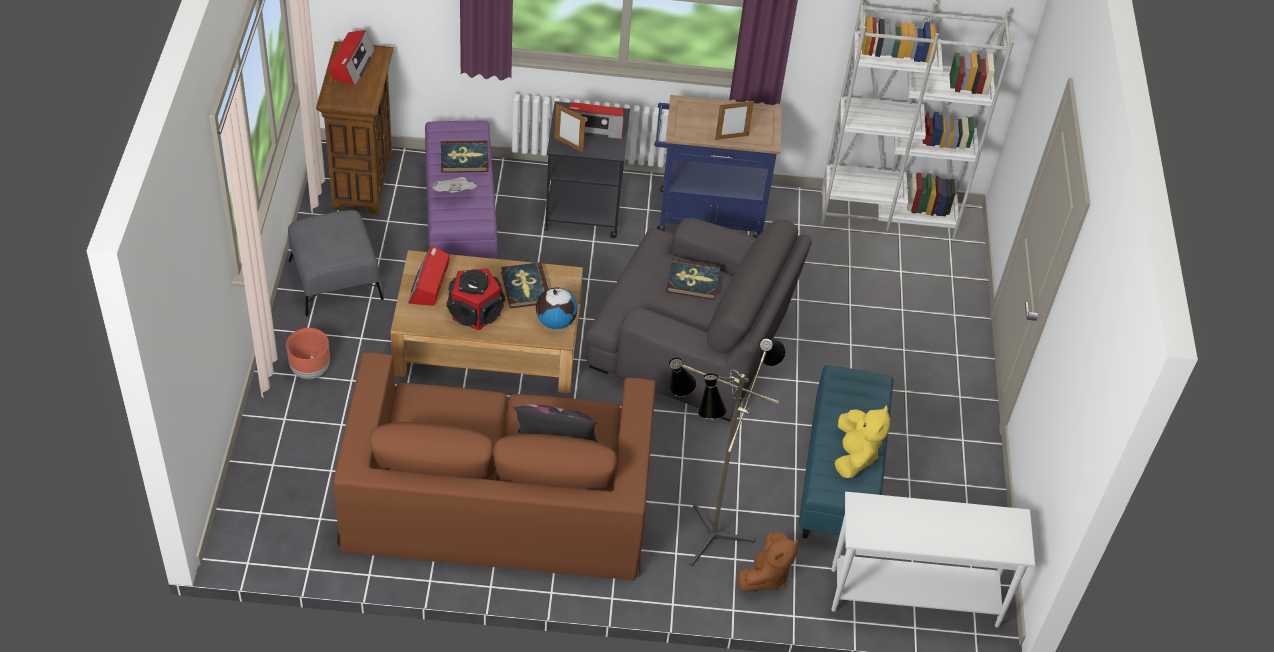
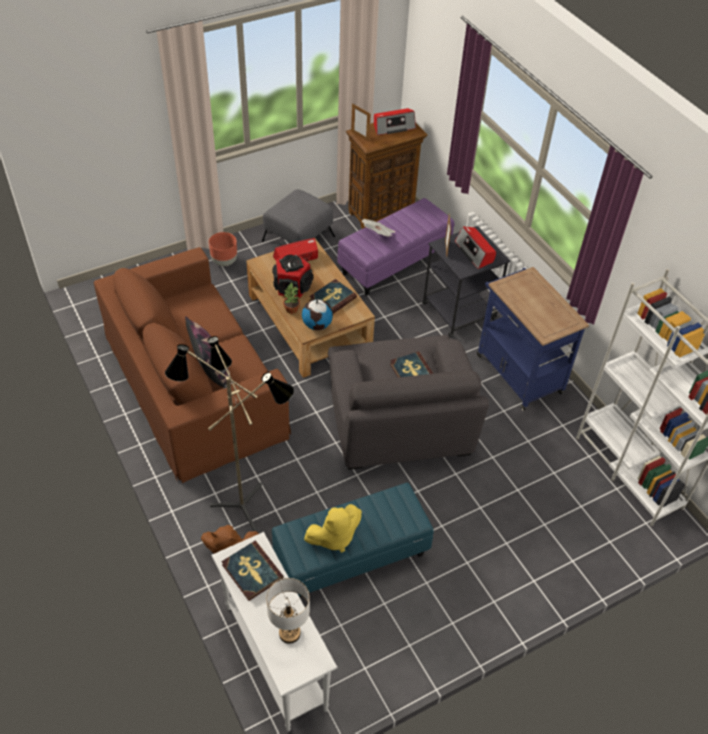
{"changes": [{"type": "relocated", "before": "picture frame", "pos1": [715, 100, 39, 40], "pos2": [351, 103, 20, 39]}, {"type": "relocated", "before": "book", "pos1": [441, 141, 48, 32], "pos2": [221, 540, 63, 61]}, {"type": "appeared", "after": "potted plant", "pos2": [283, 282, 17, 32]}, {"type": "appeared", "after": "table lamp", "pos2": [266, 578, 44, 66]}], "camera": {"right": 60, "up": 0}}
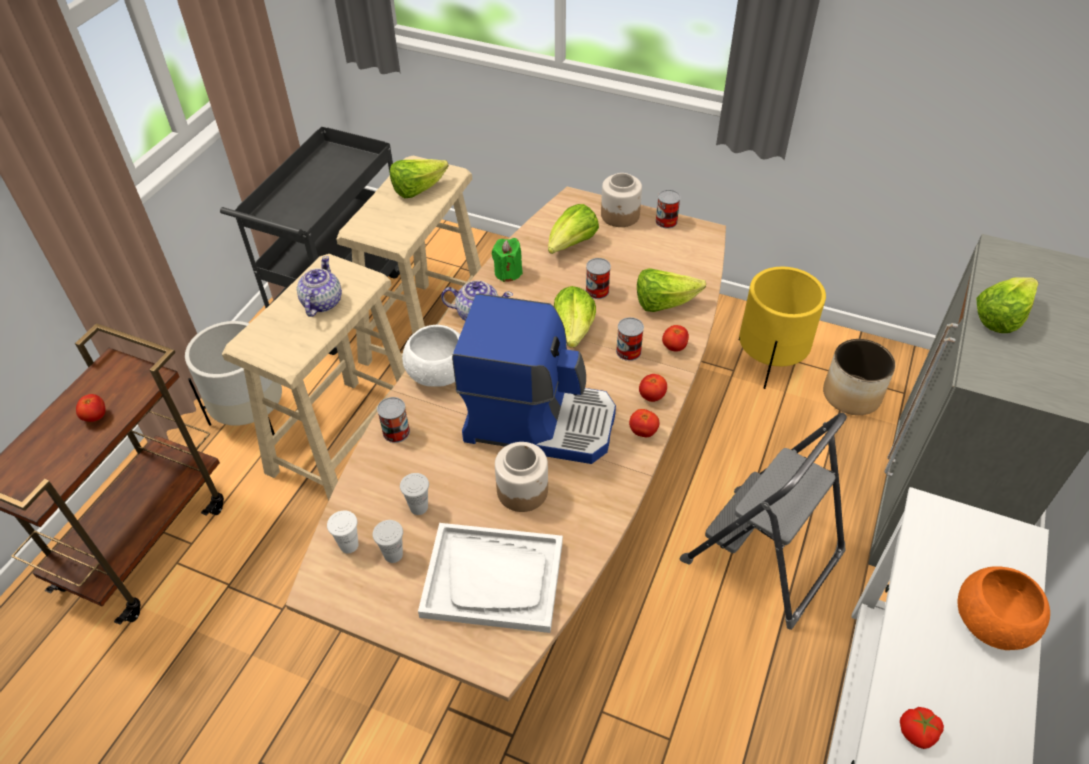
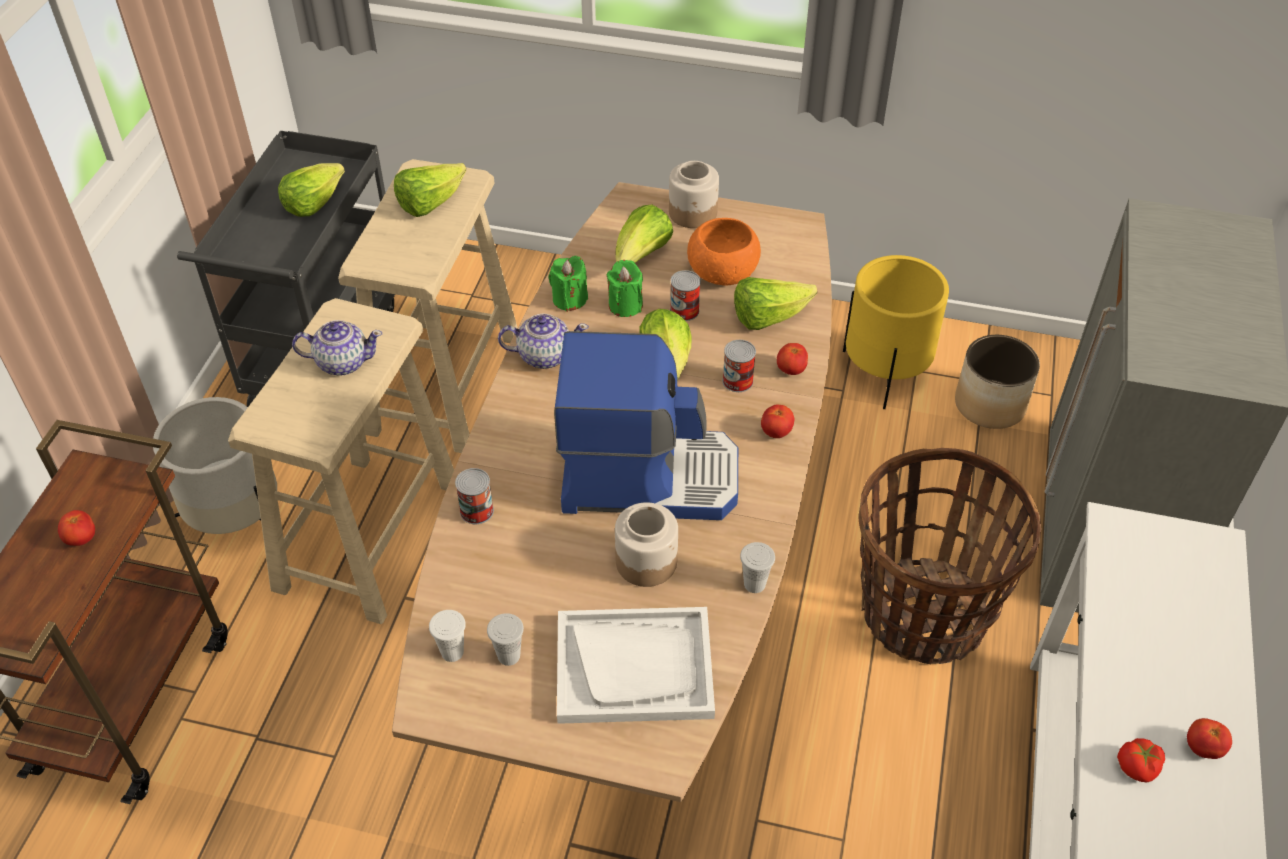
{"changes": [{"type": "missing", "before": "can", "pos1": [655, 190, 26, 38]}, {"type": "spun", "before": "teapot", "pos1": [297, 256, 45, 61], "pos2": [292, 320, 90, 56], "turn": 90}, {"type": "relocated", "before": "lettuce", "pos1": [976, 277, 63, 56], "pos2": [278, 163, 67, 54]}, {"type": "missing", "before": "white bowl", "pos1": [402, 325, 58, 62]}, {"type": "relocated", "before": "tomato", "pos1": [629, 409, 31, 29], "pos2": [1187, 718, 45, 41]}, {"type": "exchanged", "before": "grey step ladder", "after": "basket", "pos1": [680, 413, 167, 217], "pos2": [858, 448, 183, 216]}, {"type": "relocated", "before": "white cup", "pos1": [400, 473, 29, 42], "pos2": [740, 542, 35, 51]}, {"type": "relocated", "before": "orange bowl", "pos1": [958, 566, 92, 84], "pos2": [687, 218, 74, 68]}, {"type": "appeared", "after": "green candle", "pos2": [607, 260, 36, 57]}], "camera": {"right": -10, "up": 0}}
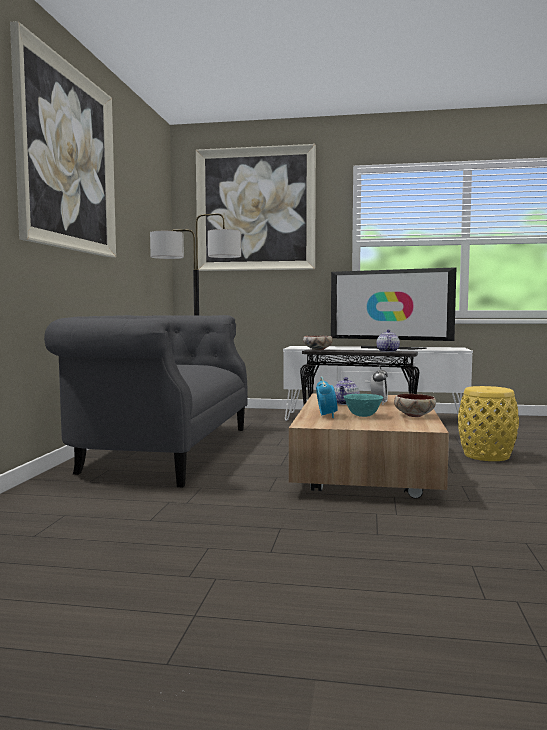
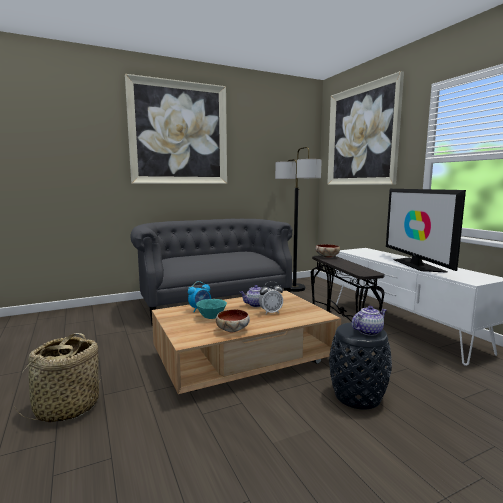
{"changes": [{"type": "relocated", "before": "teapot", "pos1": [377, 329, 23, 23], "pos2": [352, 306, 35, 30]}, {"type": "colour", "before": "yellow stool", "after": "black stool", "pos1": [458, 386, 61, 75], "pos2": [329, 322, 63, 88]}, {"type": "appeared", "after": "basket", "pos2": [12, 333, 89, 89]}], "camera": {"right": 55, "up": 5}}
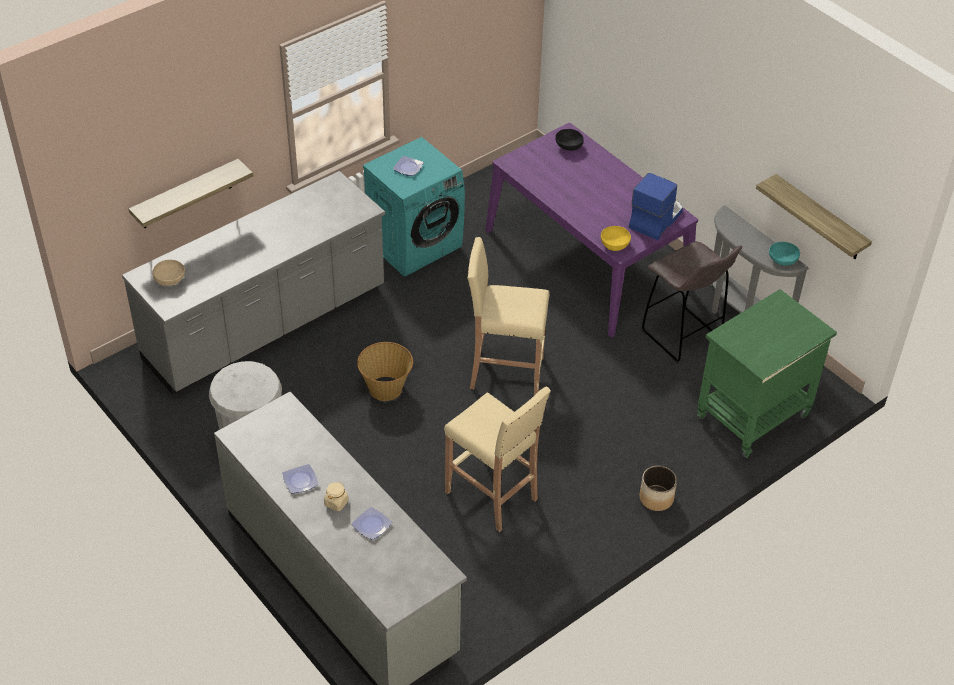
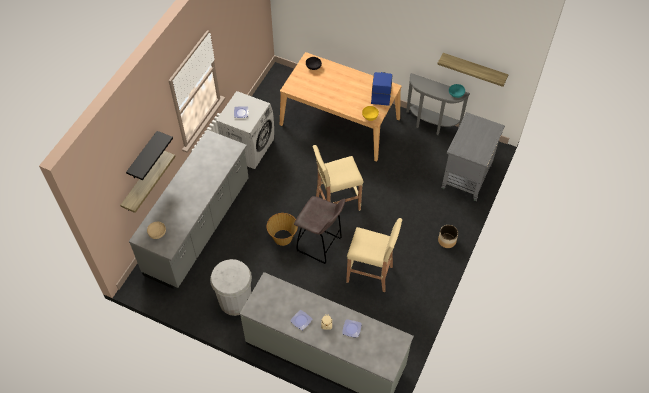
{"changes": [{"type": "colour", "before": "purple dining table", "after": "beige dining table", "pos1": [485, 123, 213, 214], "pos2": [280, 52, 121, 110]}, {"type": "colour", "before": "turquoise washing machine", "after": "white washing machine", "pos1": [363, 137, 102, 139], "pos2": [216, 91, 58, 78]}, {"type": "relocated", "before": "grey stool", "pos1": [642, 242, 100, 121], "pos2": [294, 196, 52, 68]}, {"type": "colour", "before": "green cart", "after": "grey cart", "pos1": [697, 289, 140, 169], "pos2": [441, 112, 64, 89]}, {"type": "appeared", "after": "black shelf", "pos2": [126, 131, 47, 49]}], "camera": {"right": -25, "up": 10}}
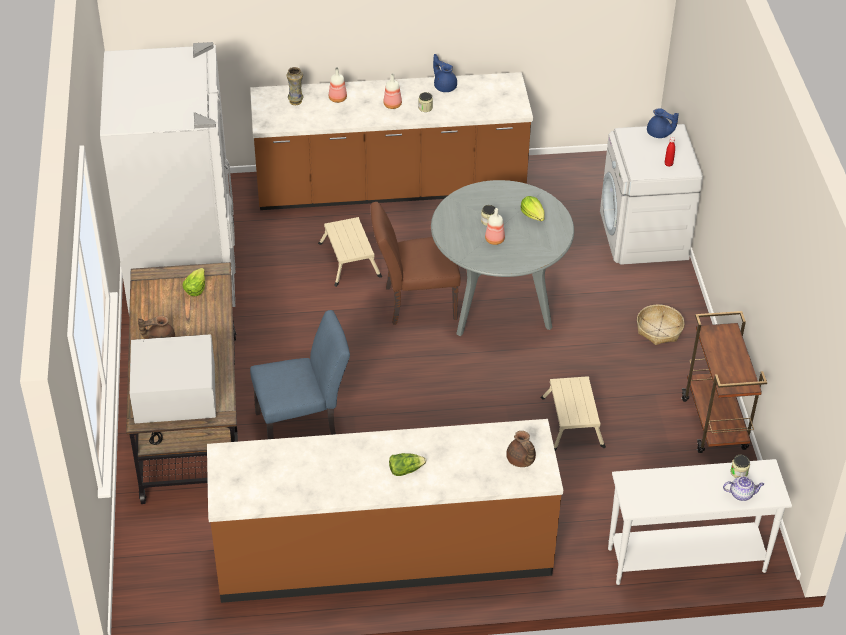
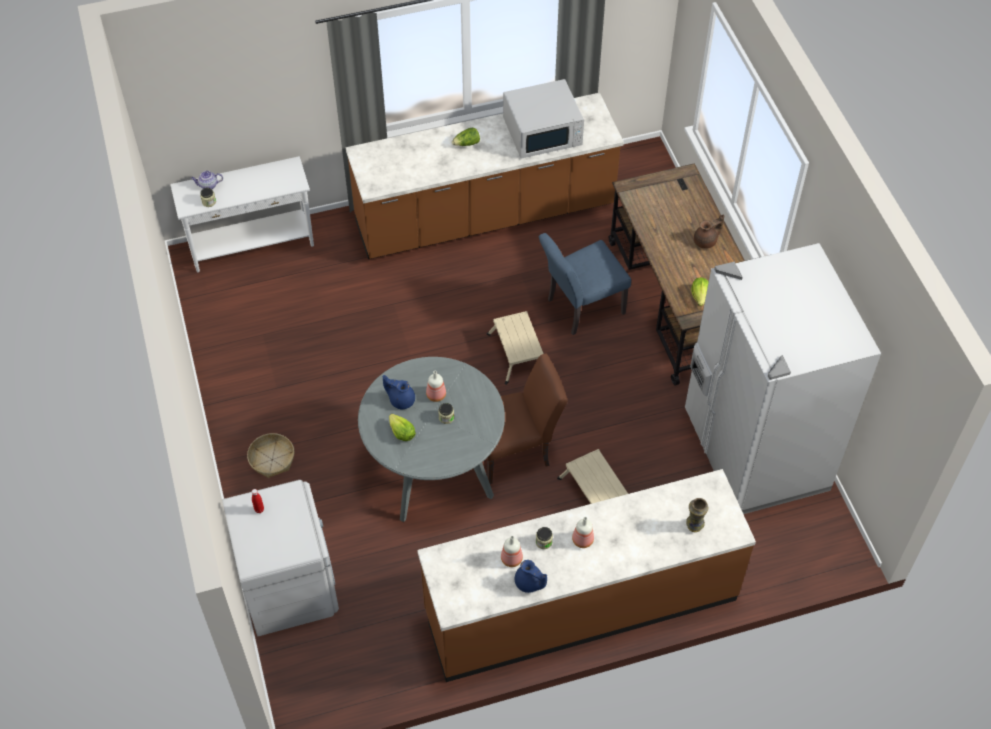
{"changes": [{"type": "relocated", "before": "bottle", "pos1": [329, 67, 18, 36], "pos2": [501, 536, 22, 31]}, {"type": "relocated", "before": "blue teapot", "pos1": [647, 108, 32, 30], "pos2": [383, 375, 32, 34]}, {"type": "missing", "before": "brown cart", "pos1": [681, 311, 86, 142]}, {"type": "relocated", "before": "white microwave", "pos1": [130, 334, 86, 89], "pos2": [503, 79, 81, 80]}, {"type": "relocated", "before": "beige step ladder", "pos1": [541, 376, 65, 75], "pos2": [486, 311, 58, 74]}, {"type": "missing", "before": "brown teapot", "pos1": [506, 431, 30, 36]}], "camera": {"right": 170, "up": 10}}
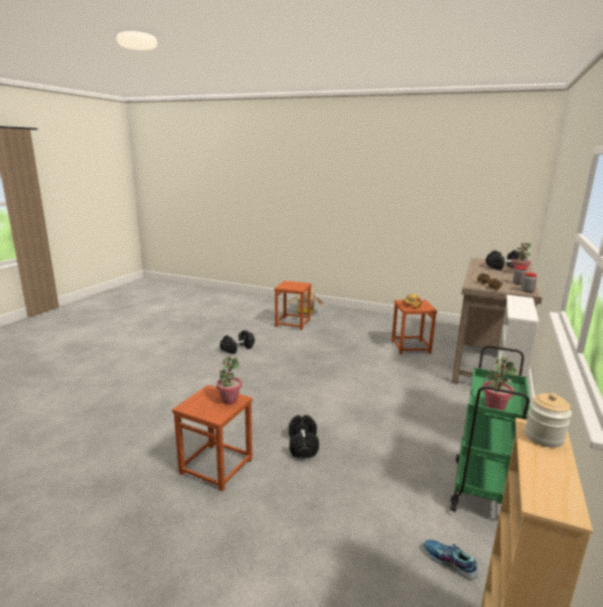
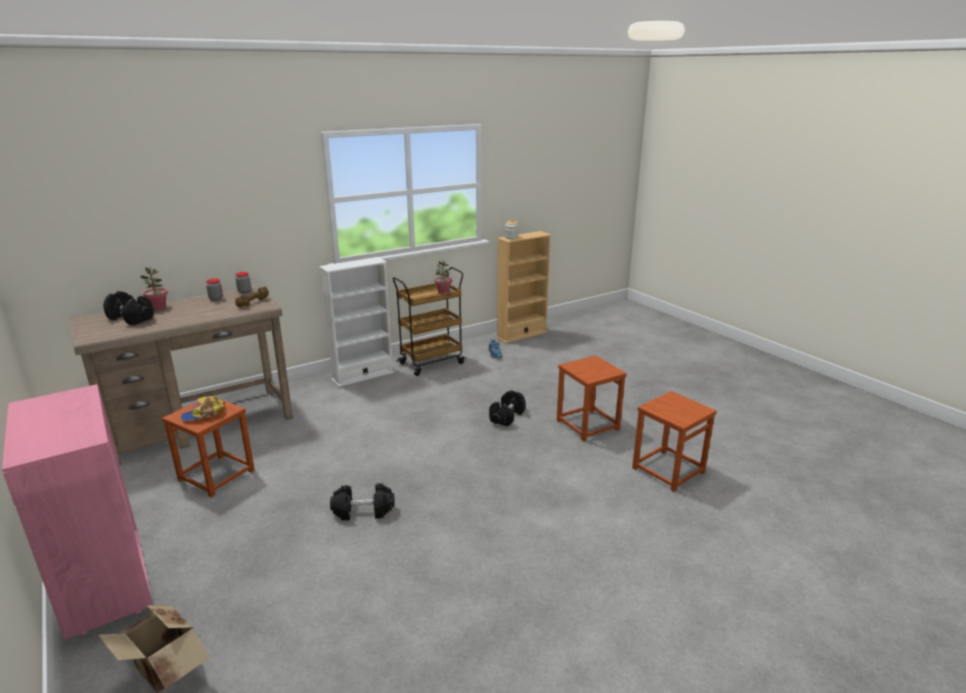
{"changes": [{"type": "relocated", "before": "brown stool", "pos1": [274, 281, 38, 49], "pos2": [632, 391, 85, 101]}, {"type": "relocated", "before": "black dumbbell", "pos1": [220, 330, 35, 24], "pos2": [330, 483, 65, 37]}, {"type": "colour", "before": "green cart", "after": "brown cart", "pos1": [450, 346, 81, 166], "pos2": [393, 267, 73, 109]}, {"type": "missing", "before": "potted plant", "pos1": [216, 356, 26, 48]}, {"type": "appeared", "after": "pink cabinet", "pos2": [2, 384, 151, 256]}], "camera": {"right": -145, "up": 5}}
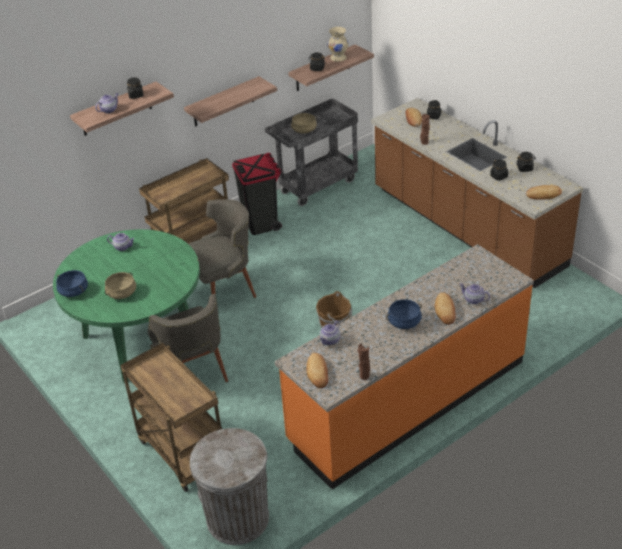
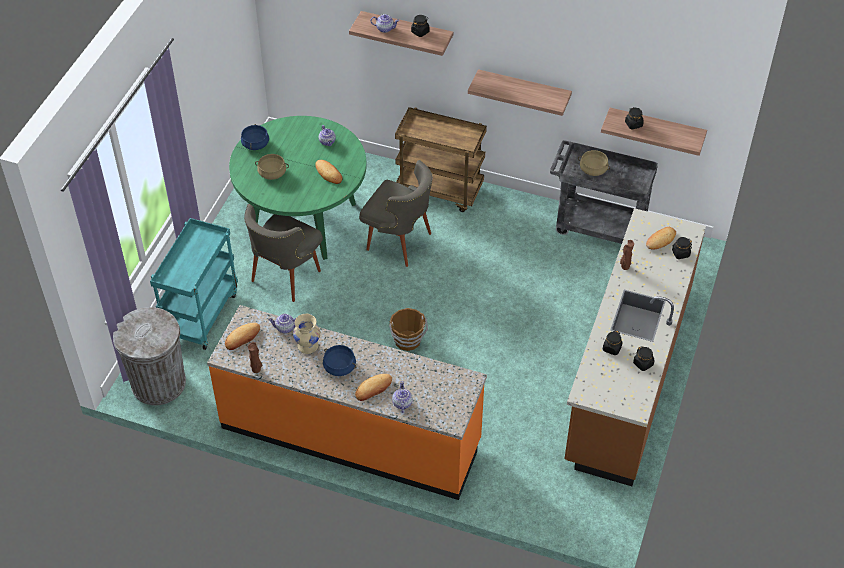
{"changes": [{"type": "relocated", "before": "beige vase", "pos1": [327, 27, 22, 35], "pos2": [293, 314, 27, 40]}, {"type": "missing", "before": "black trash can", "pos1": [232, 153, 50, 82]}, {"type": "relocated", "before": "bread", "pos1": [526, 185, 36, 15], "pos2": [315, 160, 27, 24]}, {"type": "colour", "before": "brown cart", "after": "turquoise cart", "pos1": [120, 343, 102, 149], "pos2": [150, 218, 88, 132]}], "camera": {"right": 55, "up": 10}}
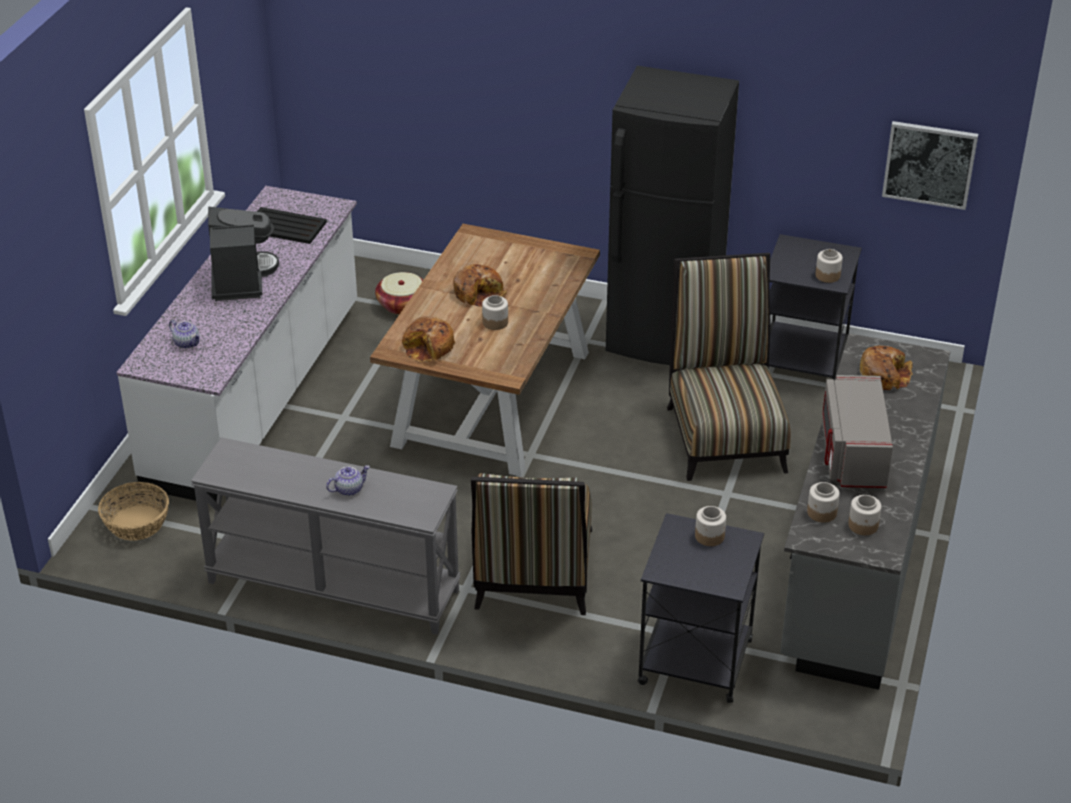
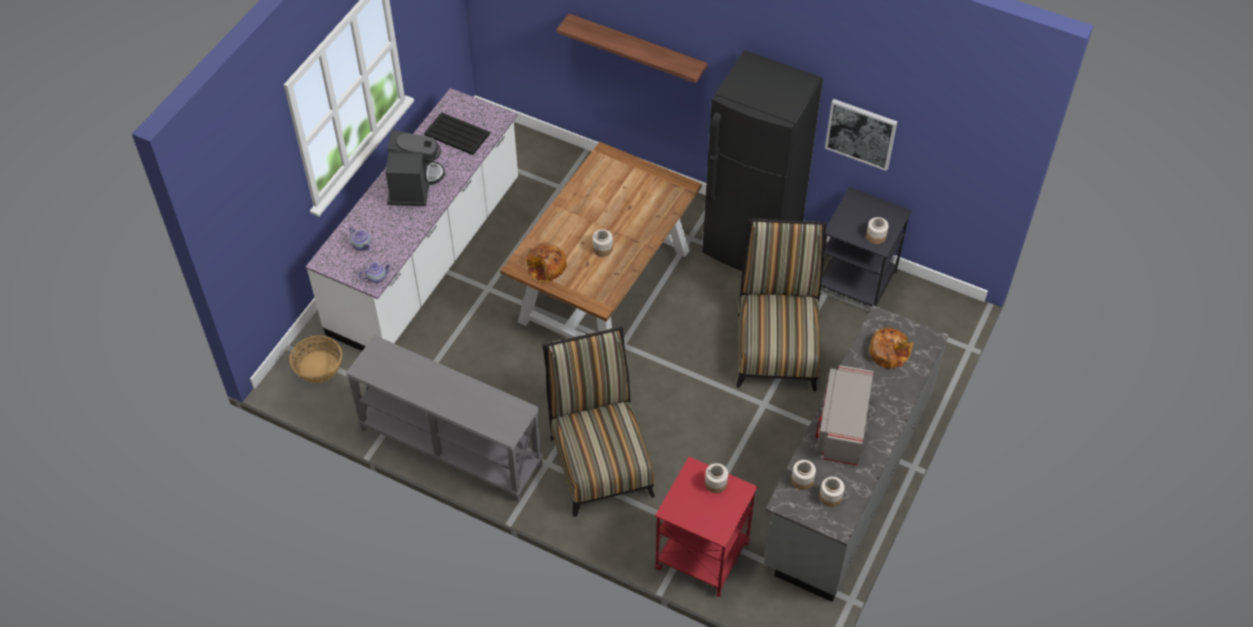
{"changes": [{"type": "relocated", "before": "picture", "pos1": [882, 121, 96, 89], "pos2": [825, 99, 73, 72]}, {"type": "missing", "before": "bread", "pos1": [453, 264, 54, 43]}, {"type": "missing", "before": "basket", "pos1": [375, 272, 48, 43]}, {"type": "relocated", "before": "teapot", "pos1": [326, 465, 44, 31], "pos2": [358, 262, 34, 21]}, {"type": "spun", "before": "chair", "pos1": [471, 473, 121, 142], "pos2": [543, 327, 112, 190], "turn": 150}, {"type": "colour", "before": "black cart", "after": "red cart", "pos1": [637, 513, 127, 190], "pos2": [655, 457, 103, 140]}, {"type": "appeared", "after": "shelf", "pos2": [557, 14, 151, 69]}], "camera": {"right": 10, "up": 15}}
